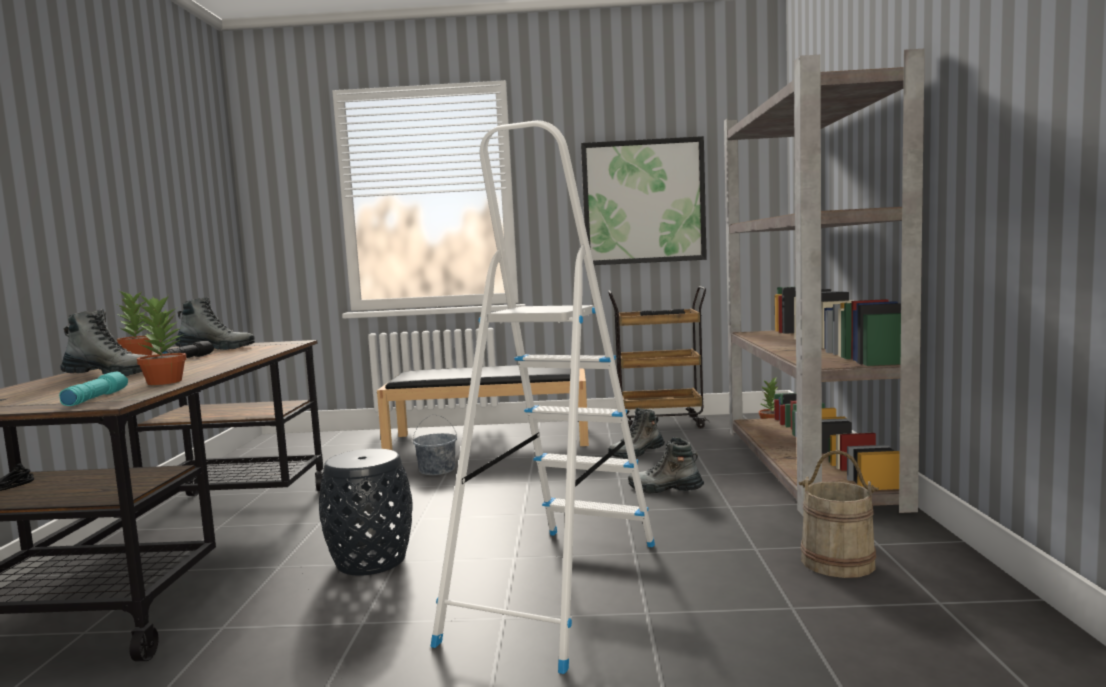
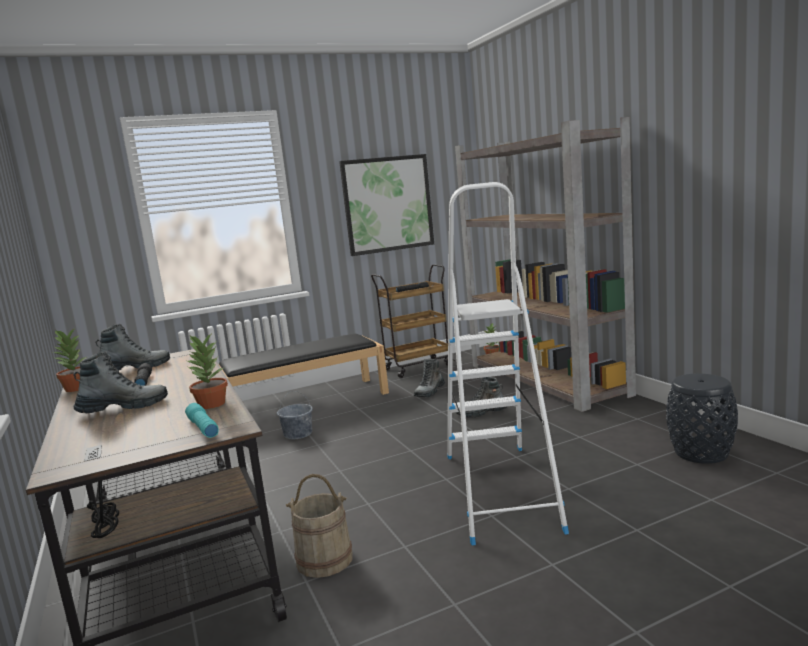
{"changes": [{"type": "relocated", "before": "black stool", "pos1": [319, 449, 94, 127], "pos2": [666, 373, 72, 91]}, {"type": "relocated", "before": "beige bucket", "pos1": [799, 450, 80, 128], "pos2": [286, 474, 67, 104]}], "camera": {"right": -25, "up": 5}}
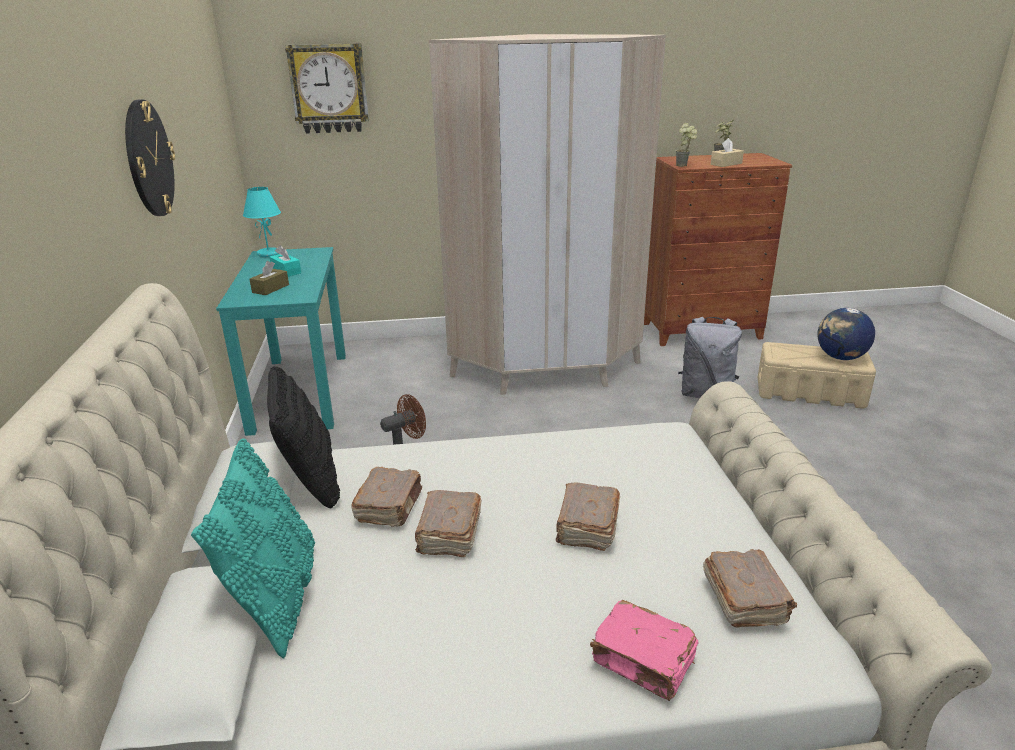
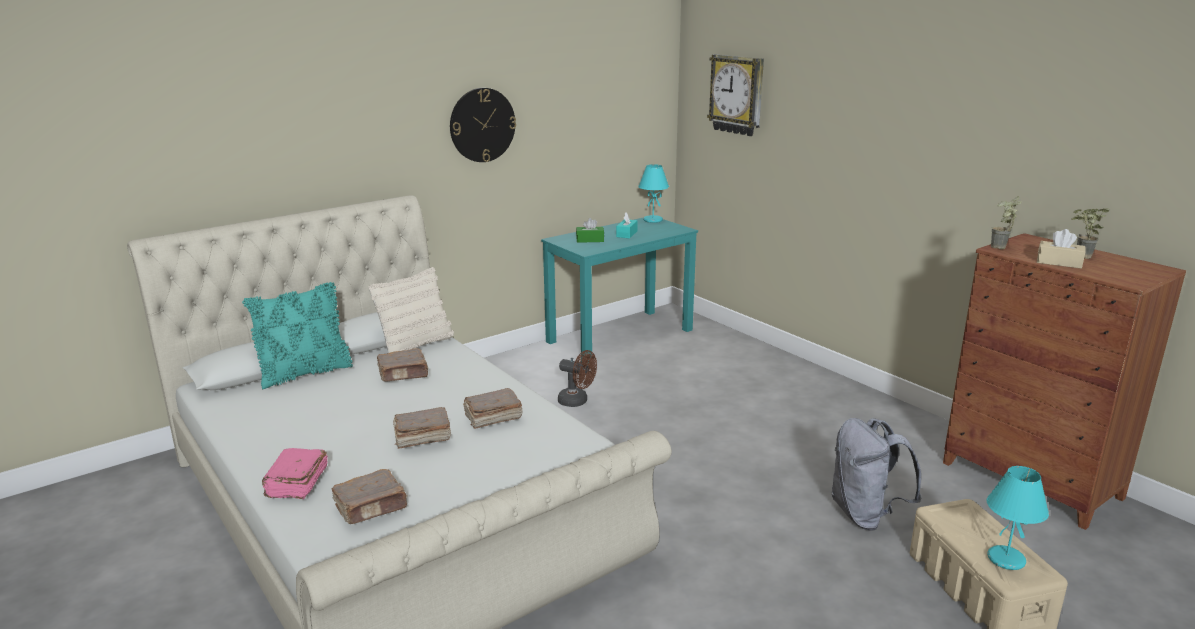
{"changes": [{"type": "missing", "before": "beige wardrobe", "pos1": [429, 34, 237, 361]}, {"type": "colour", "before": "brown tissue box", "after": "green tissue box", "pos1": [250, 261, 39, 34], "pos2": [576, 218, 28, 25]}, {"type": "exchanged", "before": "globe", "after": "turquoise table lamp", "pos1": [817, 308, 58, 52], "pos2": [987, 466, 62, 104]}, {"type": "colour", "before": "black pillow", "after": "beige pillow", "pos1": [267, 366, 73, 142], "pos2": [368, 267, 86, 86]}, {"type": "relocated", "before": "brown book", "pos1": [415, 490, 67, 68], "pos2": [463, 388, 60, 41]}], "camera": {"right": 60, "up": -5}}
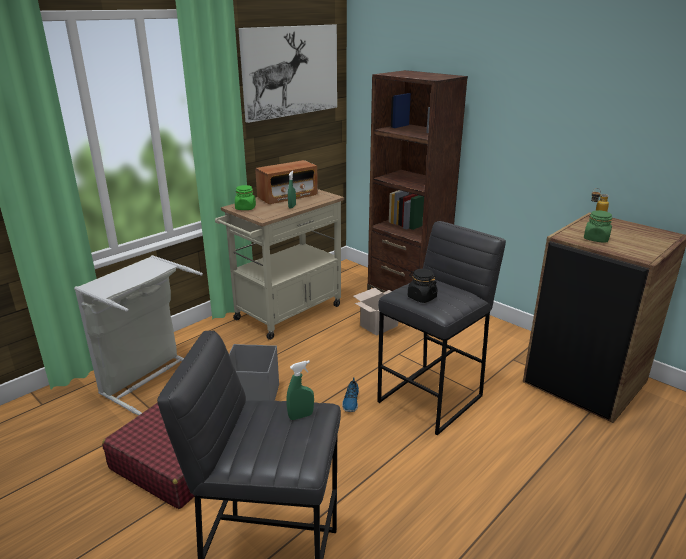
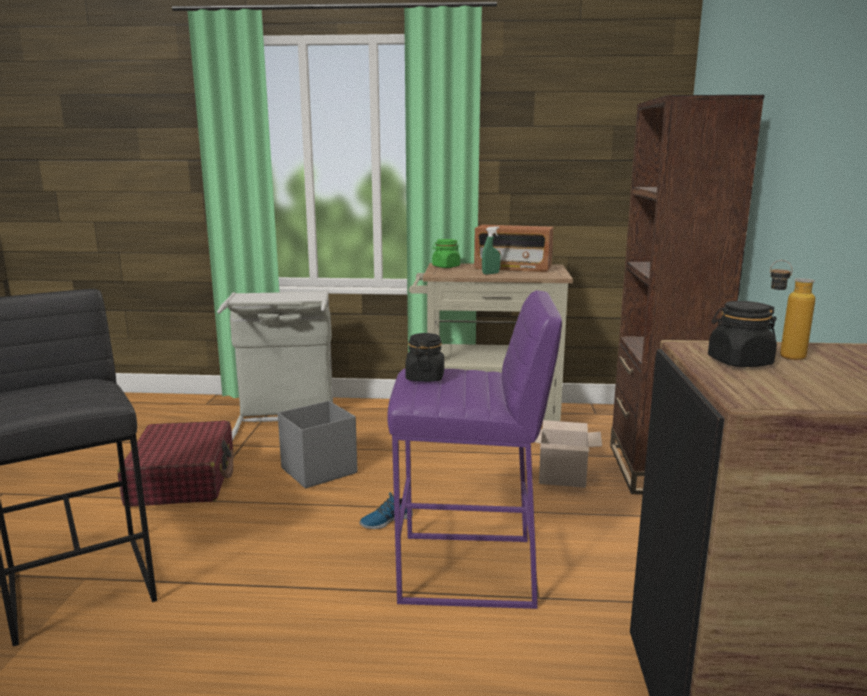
{"changes": [{"type": "missing", "before": "picture", "pos1": [238, 25, 99, 98]}, {"type": "colour", "before": "green jar", "after": "black jar", "pos1": [584, 210, 28, 33], "pos2": [708, 301, 69, 66]}, {"type": "colour", "before": "grey stool", "after": "purple stool", "pos1": [377, 221, 129, 215], "pos2": [387, 290, 175, 319]}, {"type": "missing", "before": "green spray bottle", "pos1": [286, 360, 28, 60]}], "camera": {"right": 50, "up": -10}}
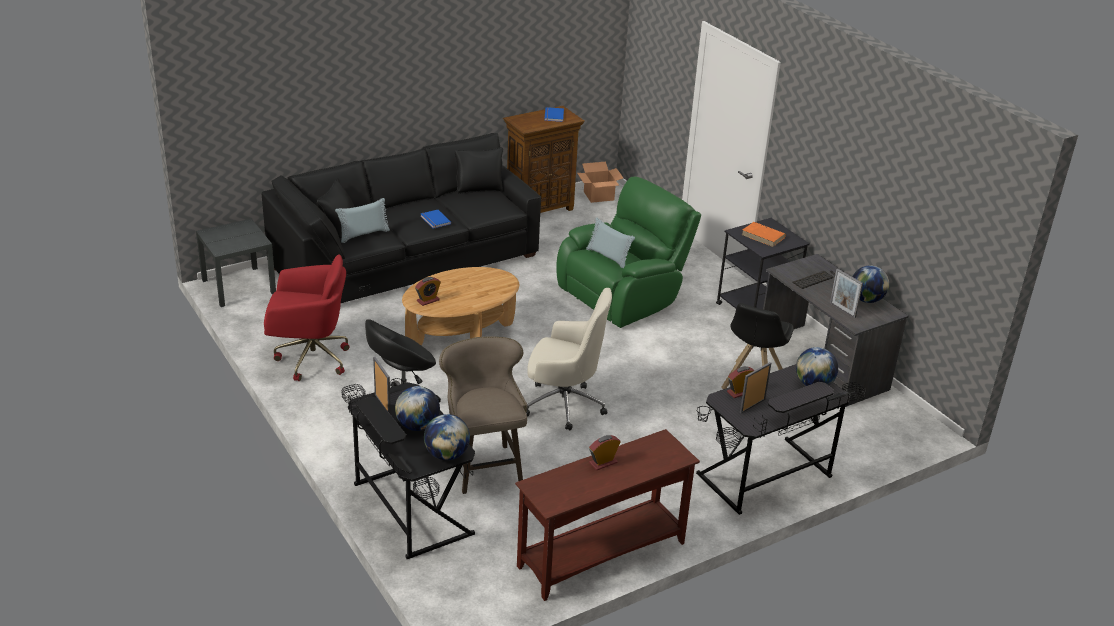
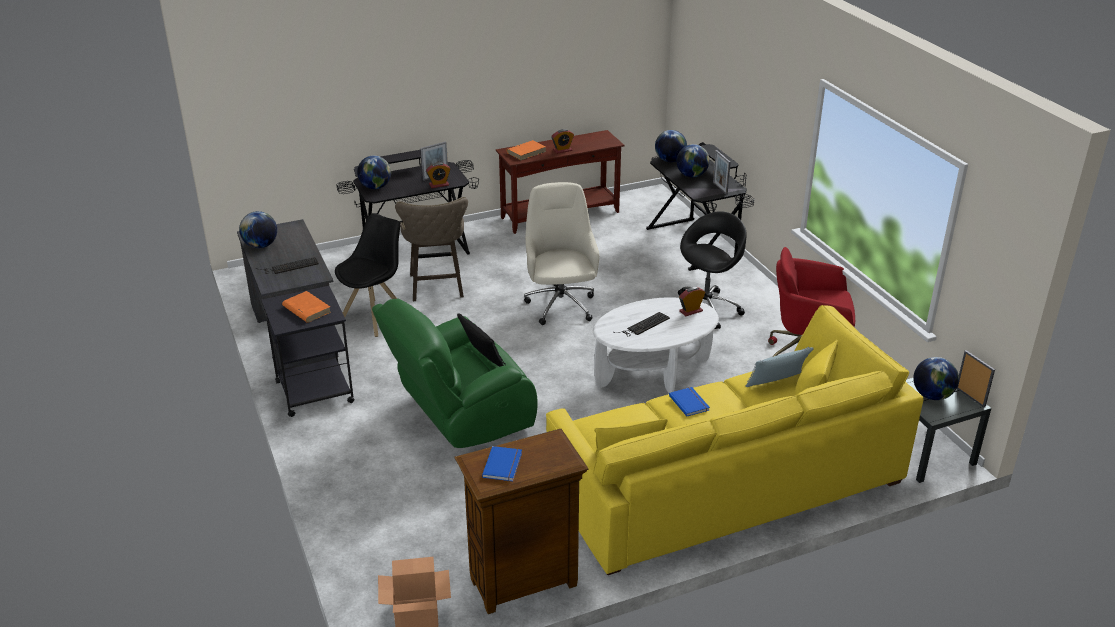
{"changes": [{"type": "colour", "before": "black sofa", "after": "yellow sofa", "pos1": [262, 133, 279, 170], "pos2": [546, 305, 378, 270]}, {"type": "colour", "before": "blue pillow", "after": "black pillow", "pos1": [586, 218, 49, 50], "pos2": [457, 314, 48, 53]}, {"type": "colour", "before": "brown coffee table", "after": "white coffee table", "pos1": [402, 267, 117, 79], "pos2": [593, 297, 126, 96]}, {"type": "relocated", "before": "picture frame", "pos1": [830, 269, 33, 49], "pos2": [957, 350, 38, 57]}, {"type": "spun", "before": "beige office chair", "pos1": [526, 288, 86, 142], "pos2": [524, 182, 76, 143], "turn": 60}, {"type": "relocated", "before": "beige stool", "pos1": [439, 336, 89, 158], "pos2": [395, 197, 73, 104]}, {"type": "appeared", "after": "orange book", "pos2": [507, 140, 39, 20]}, {"type": "appeared", "after": "keyboard", "pos2": [613, 312, 57, 24]}, {"type": "appeared", "after": "globe", "pos2": [913, 357, 46, 43]}], "camera": {"right": -170, "up": 0}}
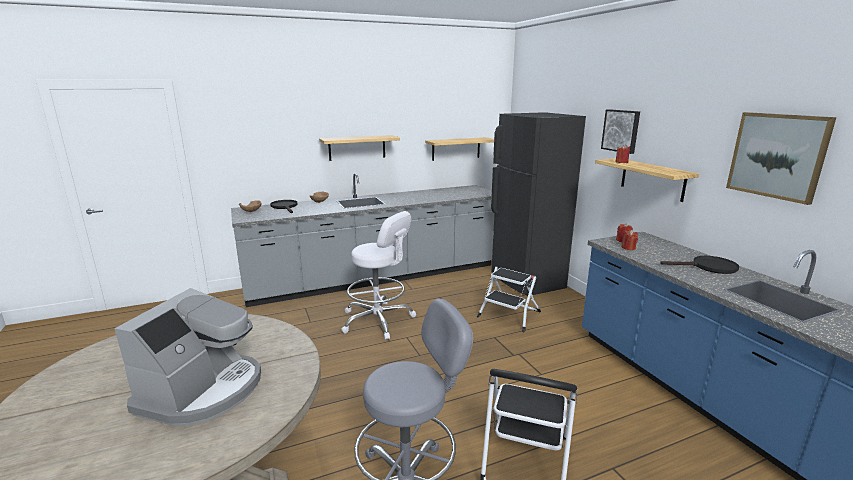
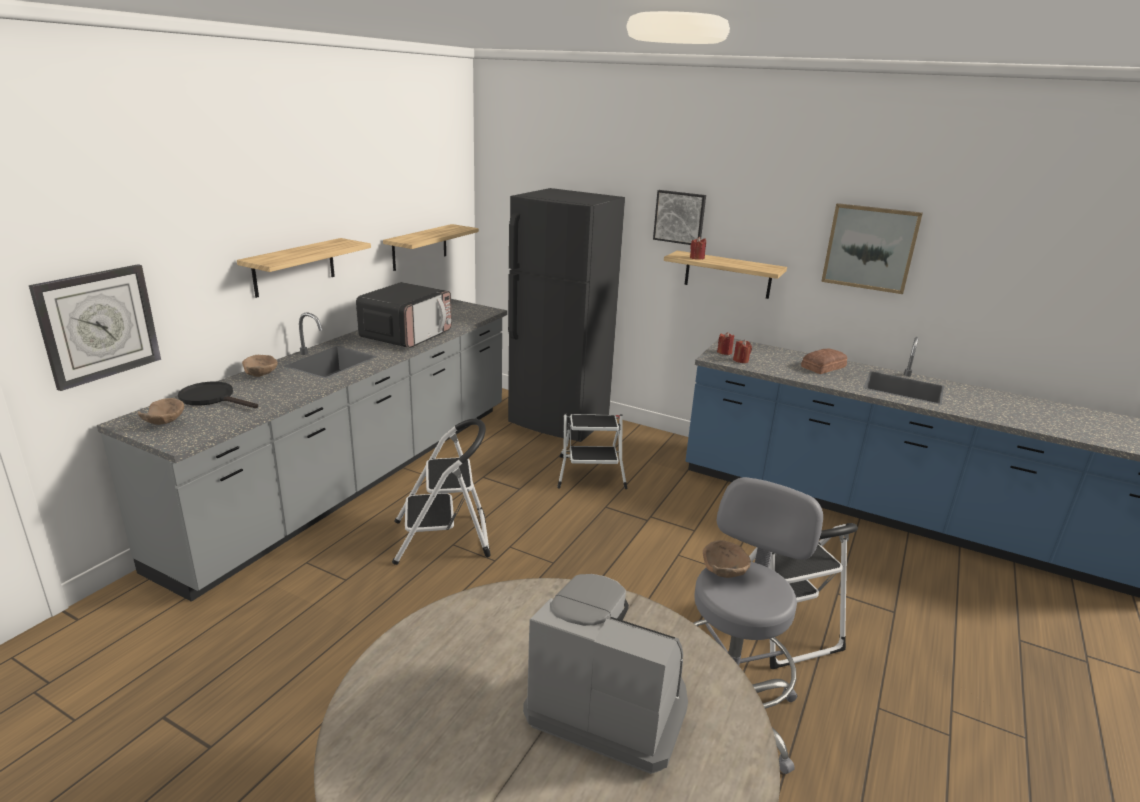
{"changes": [{"type": "exchanged", "before": "white stool", "after": "step ladder", "pos1": [341, 211, 75, 129], "pos2": [392, 419, 98, 146]}, {"type": "exchanged", "before": "black frying pan", "after": "bread", "pos1": [660, 256, 79, 18], "pos2": [801, 349, 46, 25]}, {"type": "spun", "before": "coffee machine", "pos1": [114, 288, 147, 138], "pos2": [523, 574, 165, 200], "turn": -45}, {"type": "appeared", "after": "wall clock", "pos2": [29, 264, 132, 127]}, {"type": "appeared", "after": "microwave", "pos2": [356, 282, 96, 66]}, {"type": "appeared", "after": "brown bowl", "pos2": [703, 540, 48, 38]}], "camera": {"right": -40, "up": 5}}
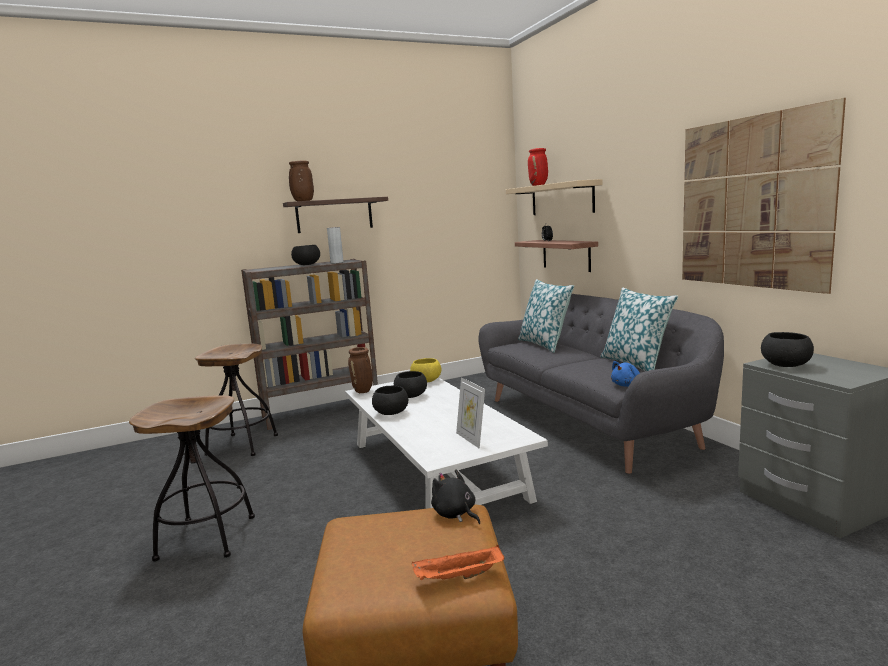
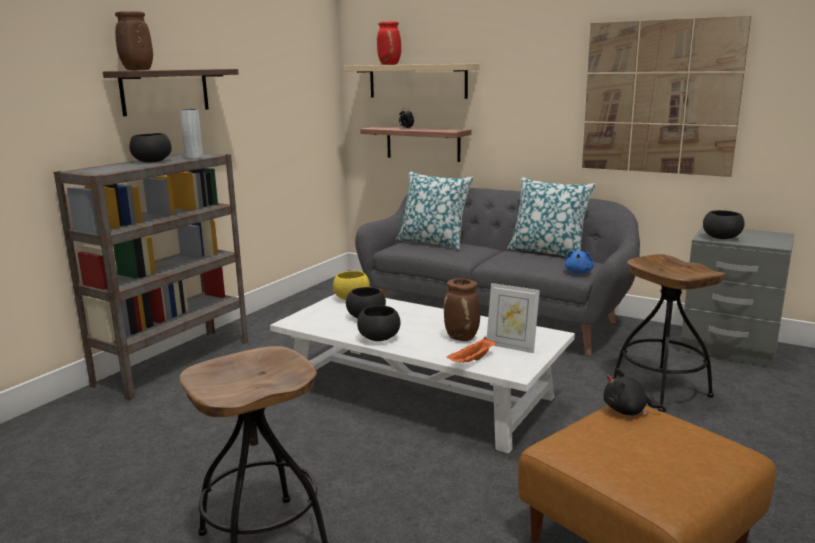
{"changes": [{"type": "relocated", "before": "brown stool", "pos1": [195, 344, 83, 112], "pos2": [613, 254, 112, 158]}, {"type": "relocated", "before": "brown vase", "pos1": [348, 347, 25, 46], "pos2": [444, 278, 36, 63]}, {"type": "relocated", "before": "orange tray", "pos1": [412, 545, 92, 35], "pos2": [447, 337, 49, 26]}], "camera": {"right": -35, "up": 5}}
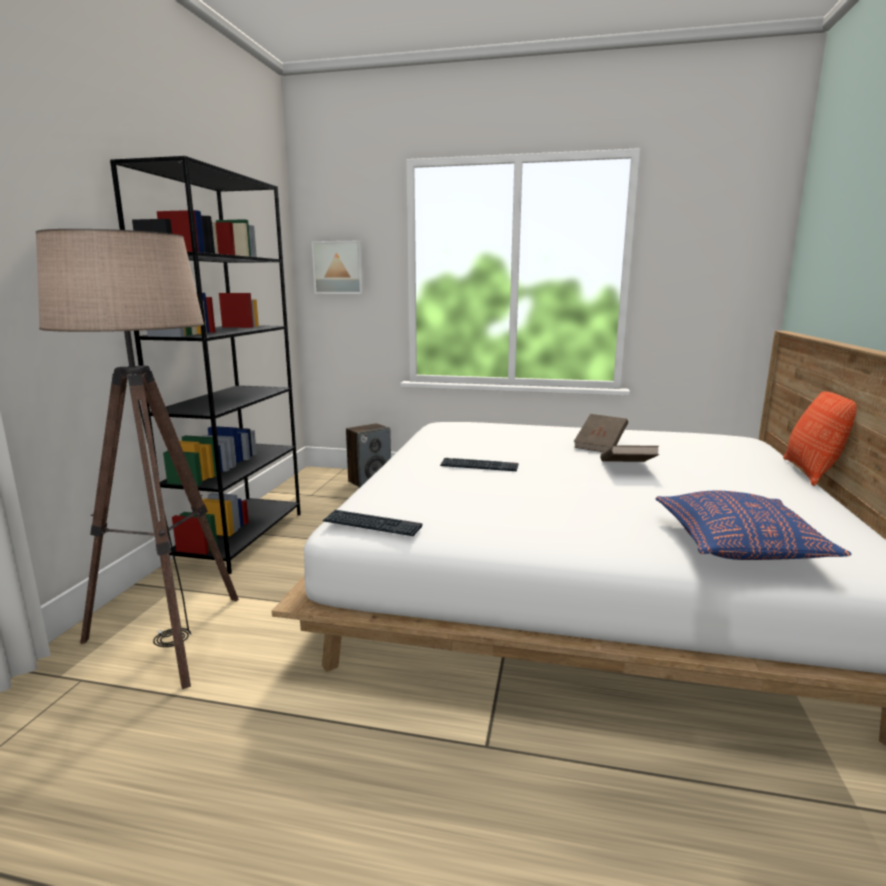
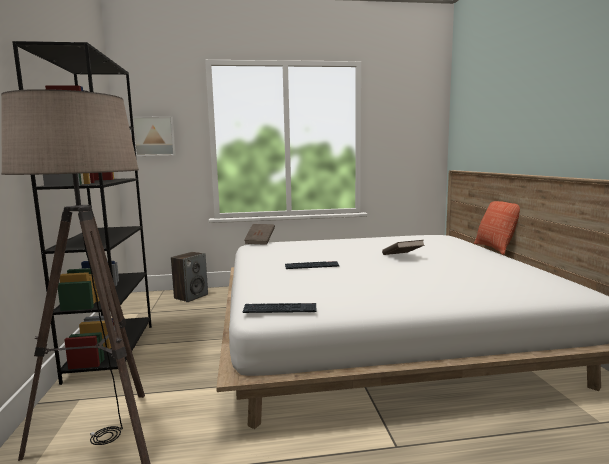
{"changes": [{"type": "relocated", "before": "brown book", "pos1": [574, 414, 54, 38], "pos2": [244, 224, 31, 21]}, {"type": "missing", "before": "blue pillow", "pos1": [655, 491, 197, 69]}], "camera": {"right": -20, "up": -5}}
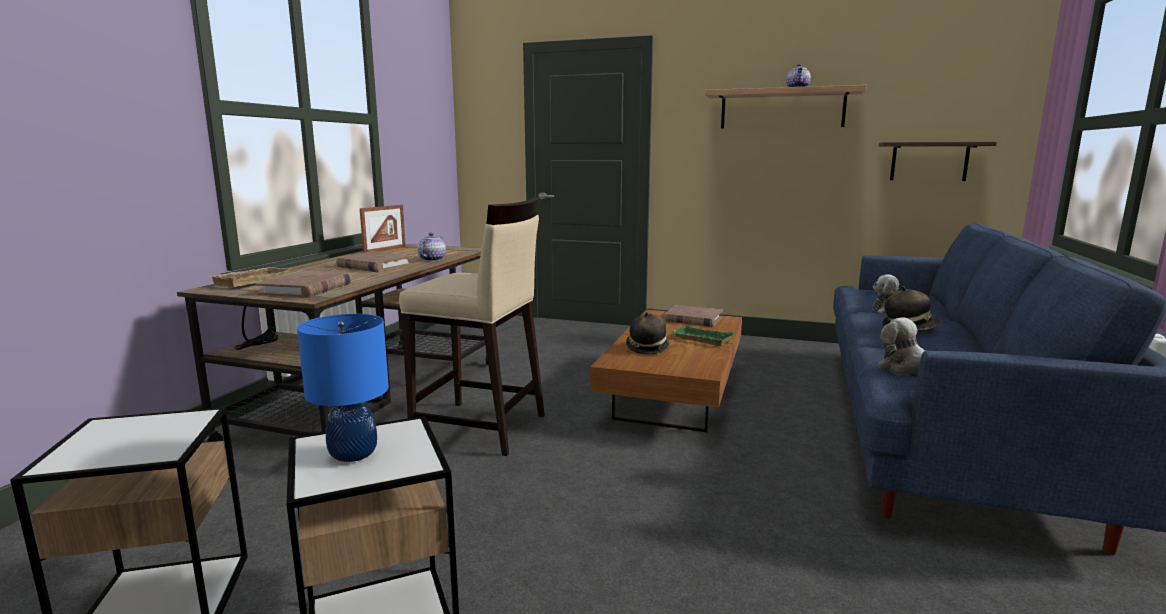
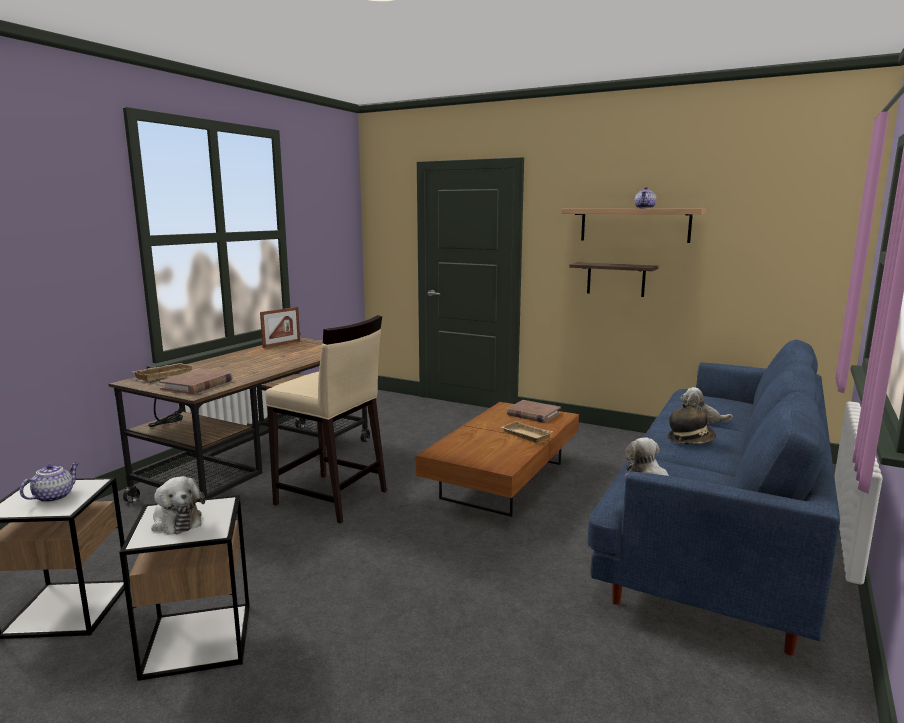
{"changes": [{"type": "relocated", "before": "shelf", "pos1": [879, 142, 118, 39], "pos2": [569, 262, 90, 35]}, {"type": "relocated", "before": "teapot", "pos1": [417, 233, 29, 28], "pos2": [20, 462, 59, 40]}, {"type": "missing", "before": "brown book", "pos1": [336, 251, 78, 21]}, {"type": "missing", "before": "hat", "pos1": [626, 312, 45, 42]}, {"type": "exchanged", "before": "blue table lamp", "after": "plush toy", "pos1": [297, 314, 92, 148], "pos2": [151, 476, 54, 59]}, {"type": "colour", "before": "green tray", "after": "beige tray", "pos1": [672, 325, 62, 21], "pos2": [501, 421, 52, 22]}], "camera": {"right": 10, "up": 0}}
